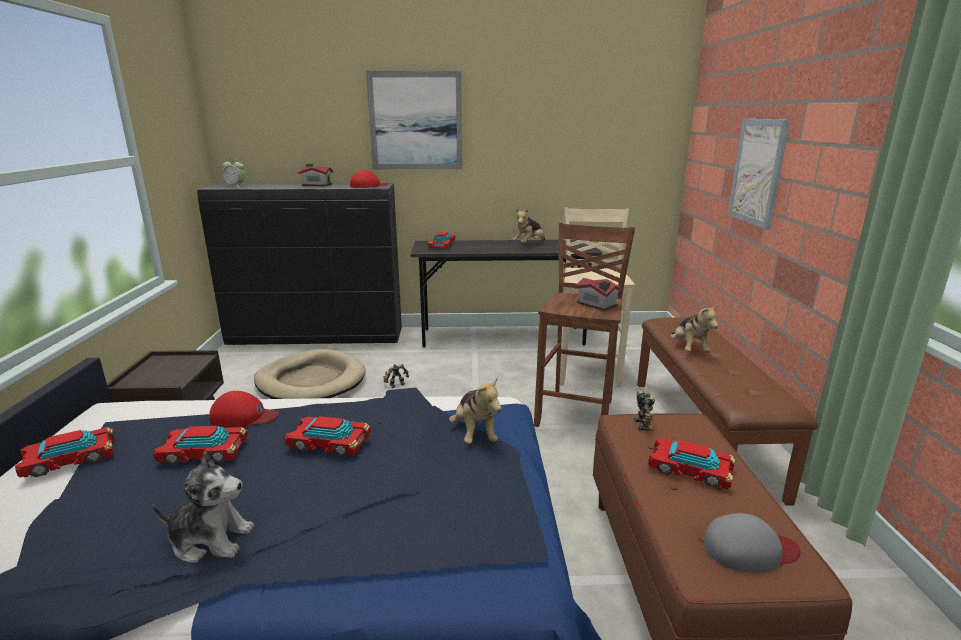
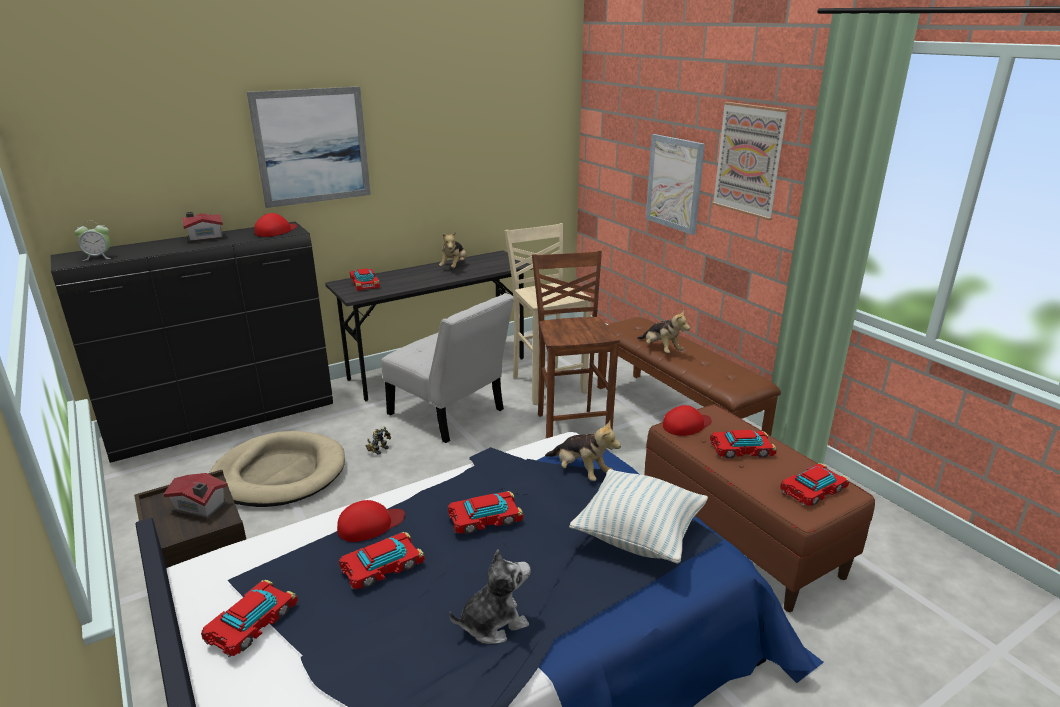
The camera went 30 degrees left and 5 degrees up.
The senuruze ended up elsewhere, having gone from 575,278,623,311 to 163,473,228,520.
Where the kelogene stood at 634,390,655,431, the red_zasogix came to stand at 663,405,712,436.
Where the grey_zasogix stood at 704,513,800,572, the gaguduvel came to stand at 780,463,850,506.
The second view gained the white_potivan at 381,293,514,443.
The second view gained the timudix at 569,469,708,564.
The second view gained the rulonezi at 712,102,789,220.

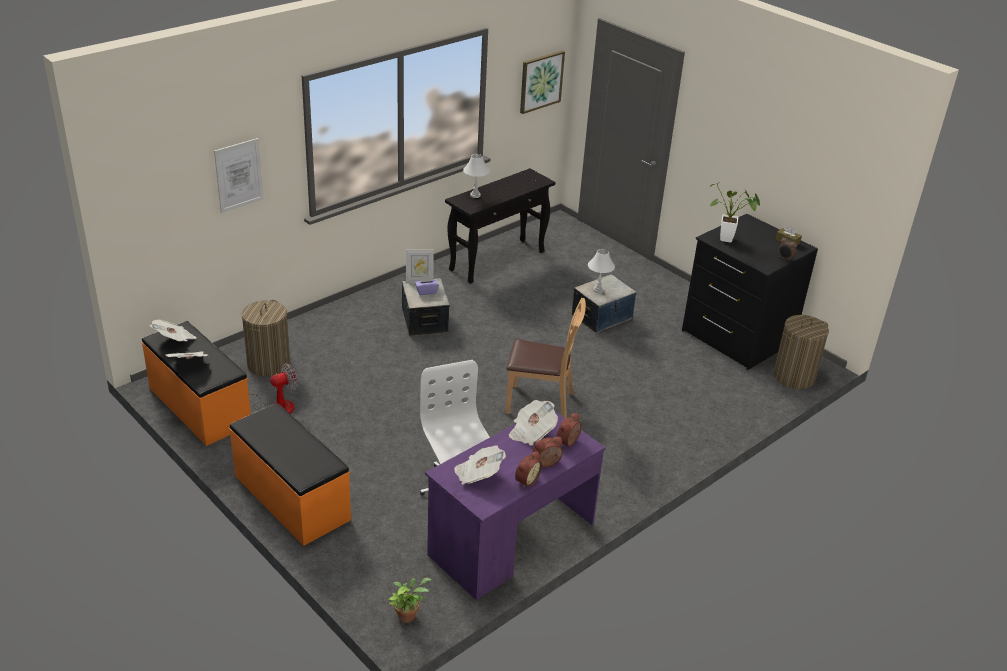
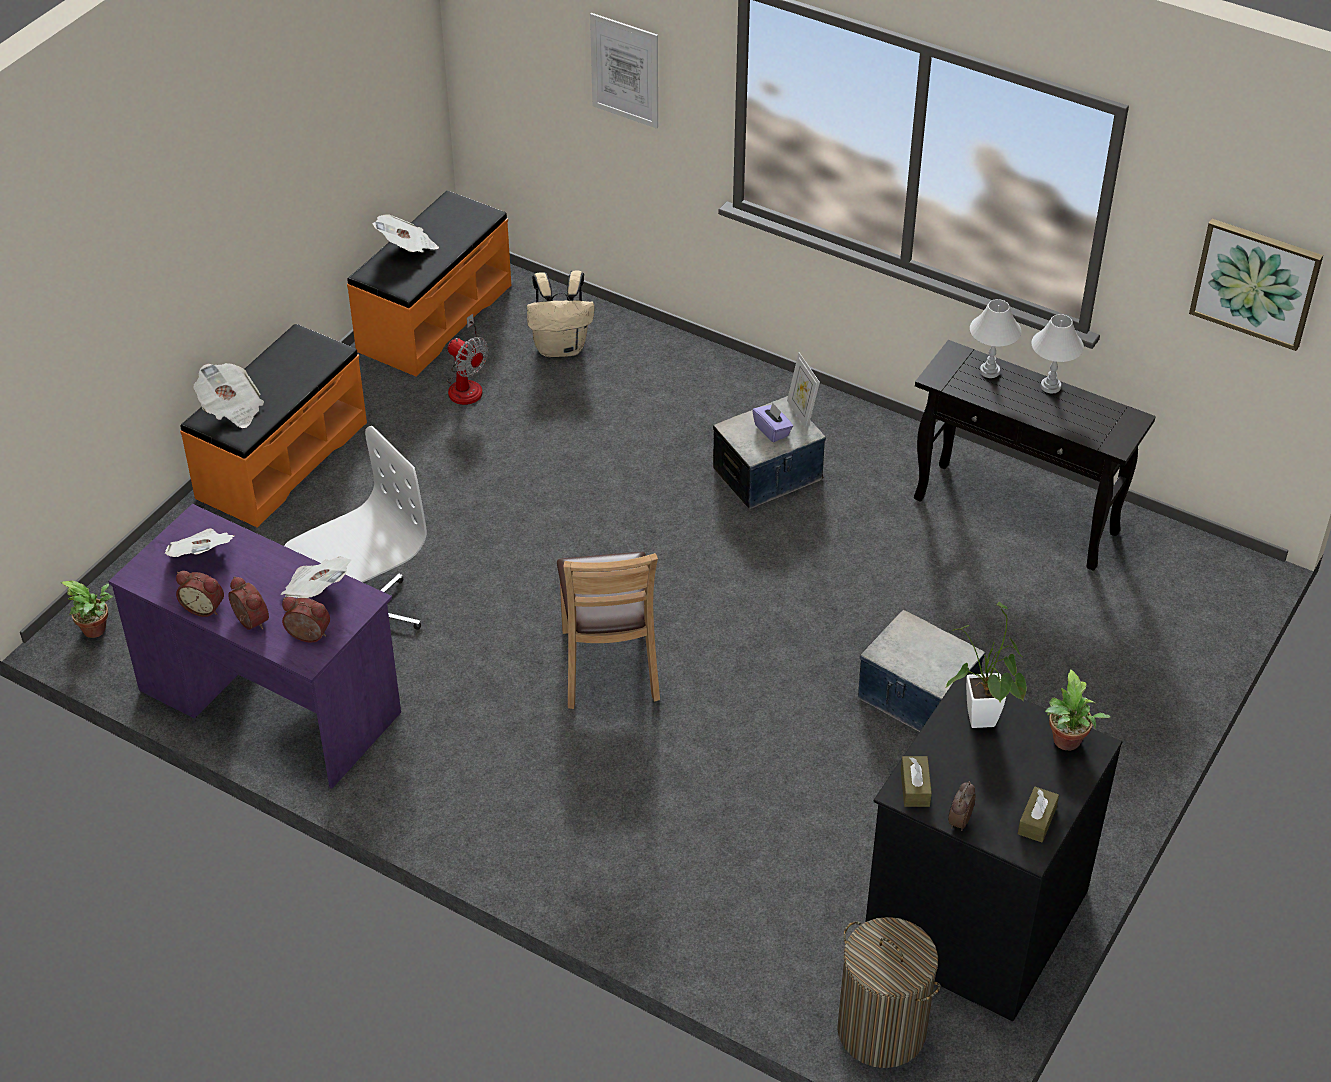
The camera went 75 degrees right and 10 degrees up.
The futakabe ended up elsewhere, having gone from 150,319,197,341 to 194,363,264,428.
Where the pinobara stood at 242,300,290,377, the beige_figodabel came to stand at 527,270,595,357.
The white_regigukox ended up elsewhere, having gone from 588,249,615,293 to 1031,314,1084,394.
The second view gained the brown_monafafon at 901,756,932,807.
The second view gained the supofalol at 1045,670,1110,750.

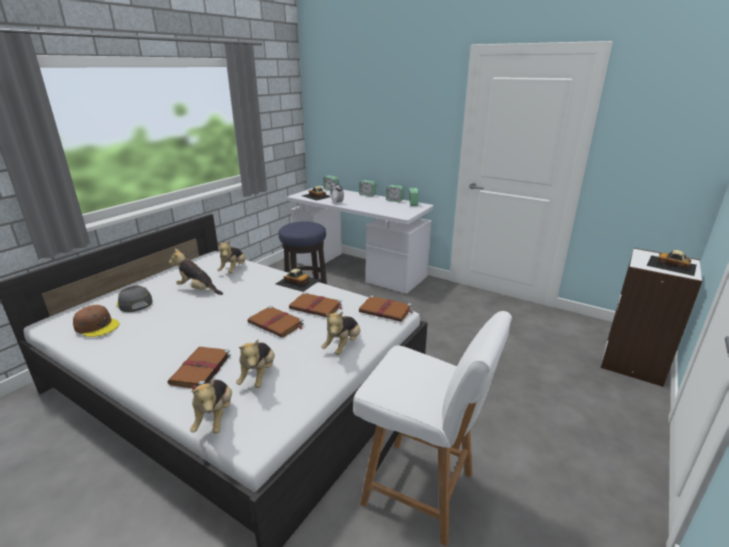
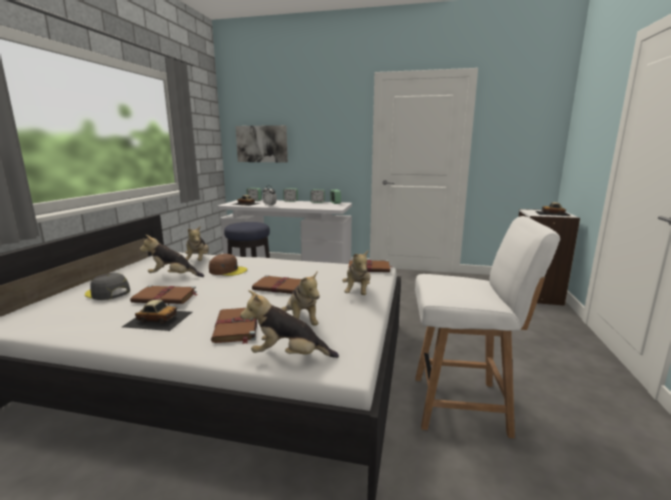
The camera went 20 degrees left and 10 degrees down.
The brown_zasogix ended up elsewhere, having gone from 73,305,119,337 to 209,254,247,276.
The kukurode at 190,380,232,434 ended up facing another way, 120 degrees clockwise from before.
The gaguduvel ended up elsewhere, having gone from 276,268,320,292 to 122,299,192,331.
The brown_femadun ended up elsewhere, having gone from 289,292,343,317 to 130,285,198,304.
The second view gained the rulonezi at 235,125,288,162.

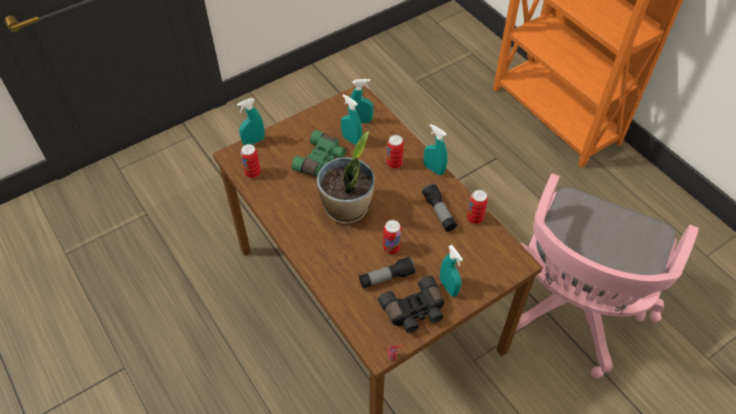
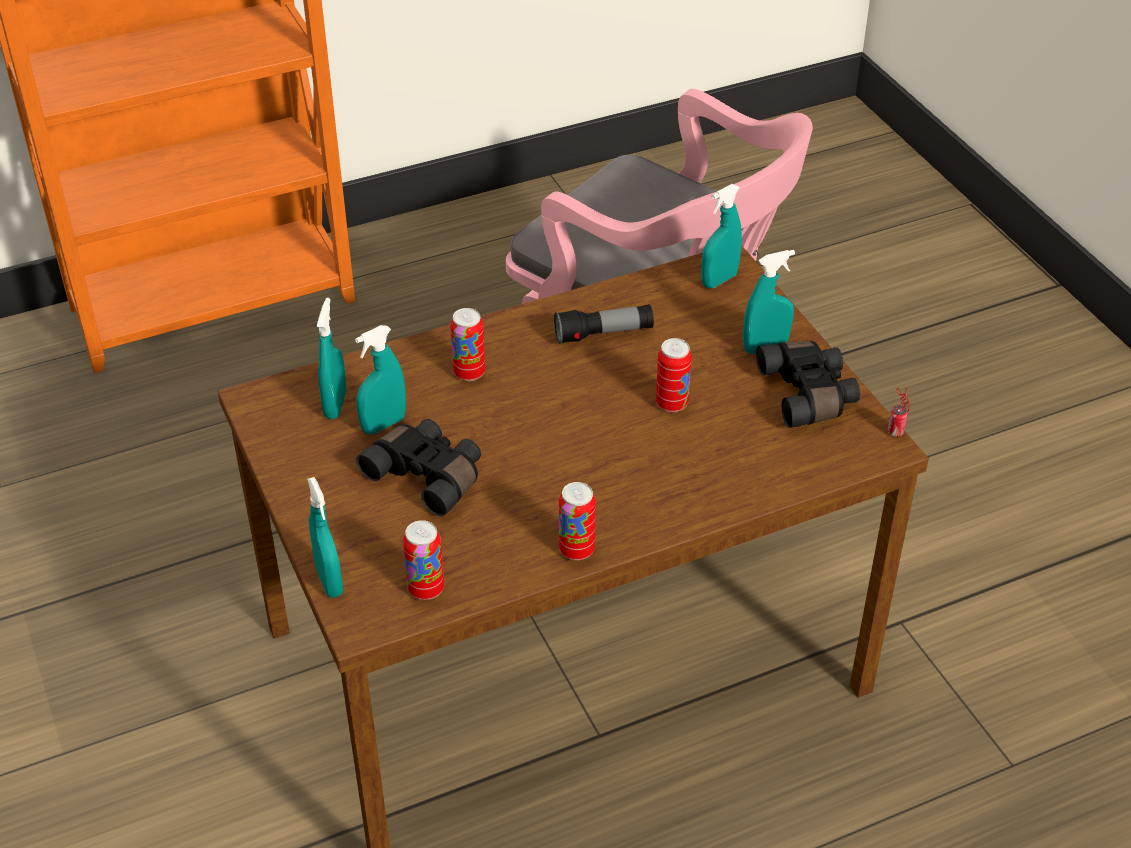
The camera went 80 degrees left and 10 degrees down.
What was the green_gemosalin at 291,130,346,177 turned into the black_gemosalin at 356,419,481,516.
The second view lost the supofalol at 317,131,375,224.
The second view lost the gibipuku at 359,256,416,289.
The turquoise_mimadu ended up elsewhere, having gone from 424,124,448,175 to 701,184,742,288.
The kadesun ended up elsewhere, having gone from 467,190,488,224 to 559,482,596,560.

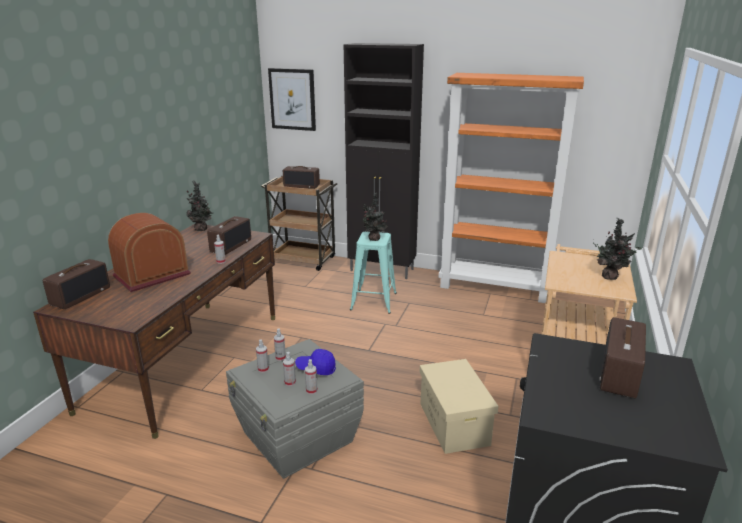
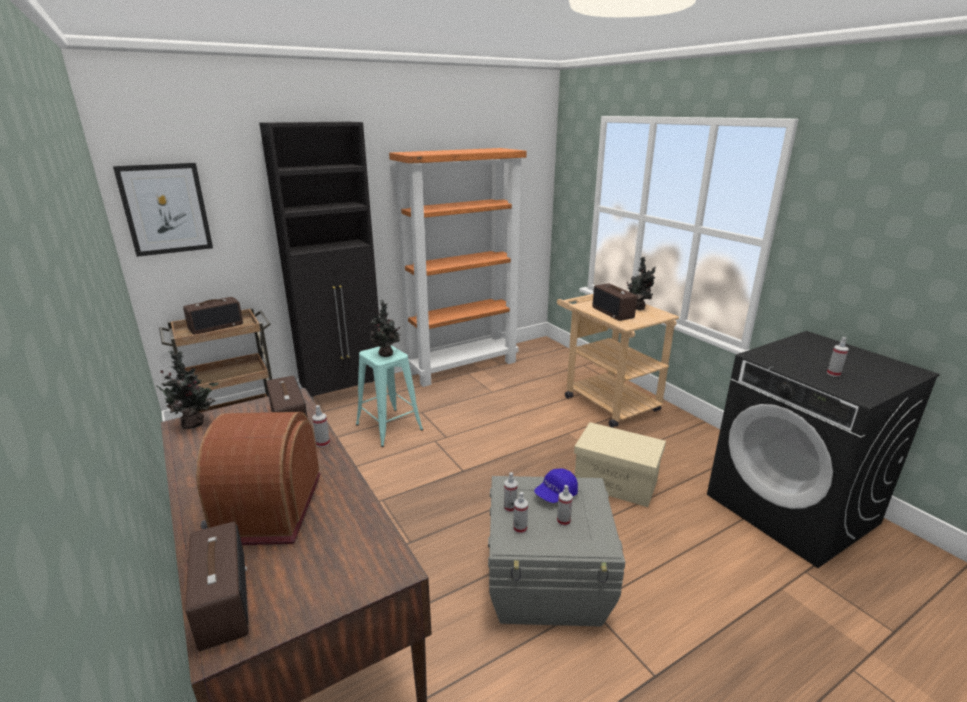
The camera went 50 degrees left and 0 degrees up.
The mimadu ended up elsewhere, having gone from 305,359,318,394 to 827,337,849,377.
The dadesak ended up elsewhere, having gone from 599,317,646,398 to 592,284,637,321.

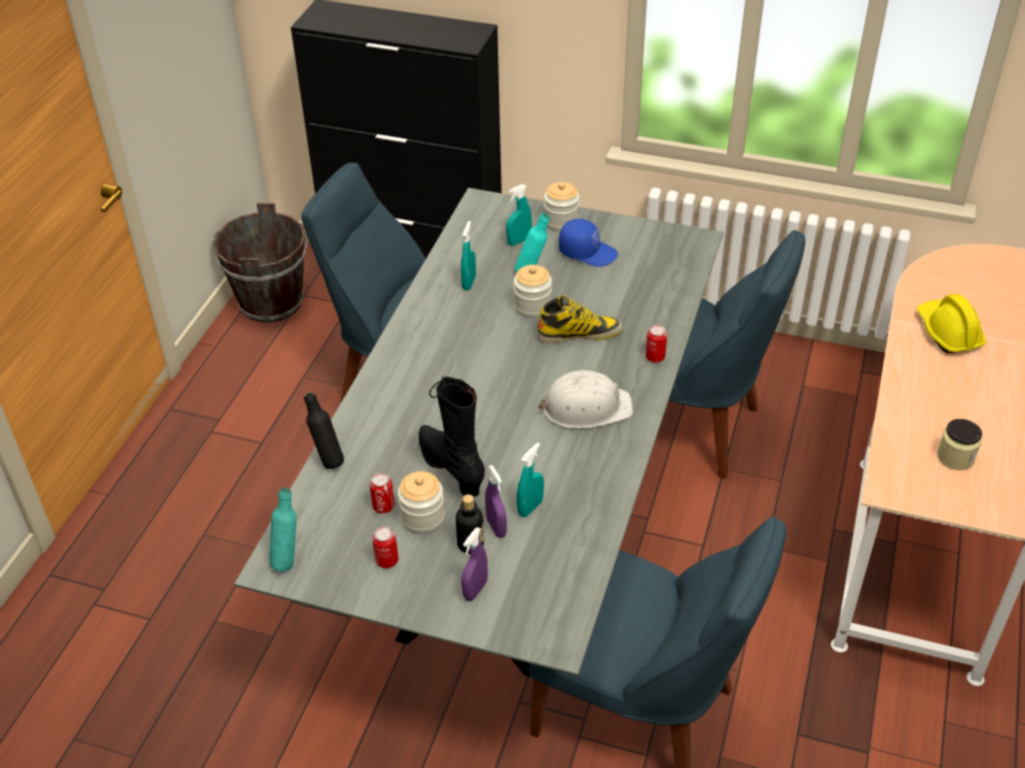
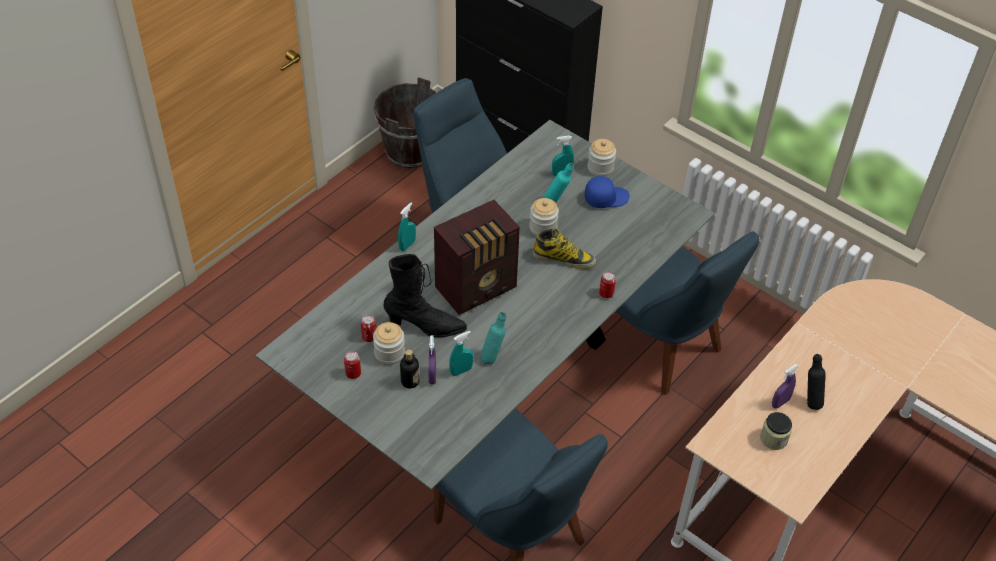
The camera went 20 degrees right and 5 degrees up.
The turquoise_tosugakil ended up elsewhere, having gone from 270,488,297,572 to 480,312,506,365.
The black_tosugakil ended up elsewhere, having gone from 304,392,344,469 to 807,354,826,410.
The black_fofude at 419,376,485,497 ended up facing another way, 105 degrees clockwise from before.
The turquoise_mimadu ended up elsewhere, having gone from 461,221,476,290 to 398,203,416,251.
The purple_mimadu ended up elsewhere, having gone from 461,527,488,601 to 772,364,798,409.
The second view lost the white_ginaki at 538,370,633,429.
The blue_zasogix at 559,219,618,267 ended up facing another way, 60 degrees counterclockwise from before.
The second view lost the yellow_ginaki at 917,294,986,353.
The second view gained the dadesak at 434,200,520,315.

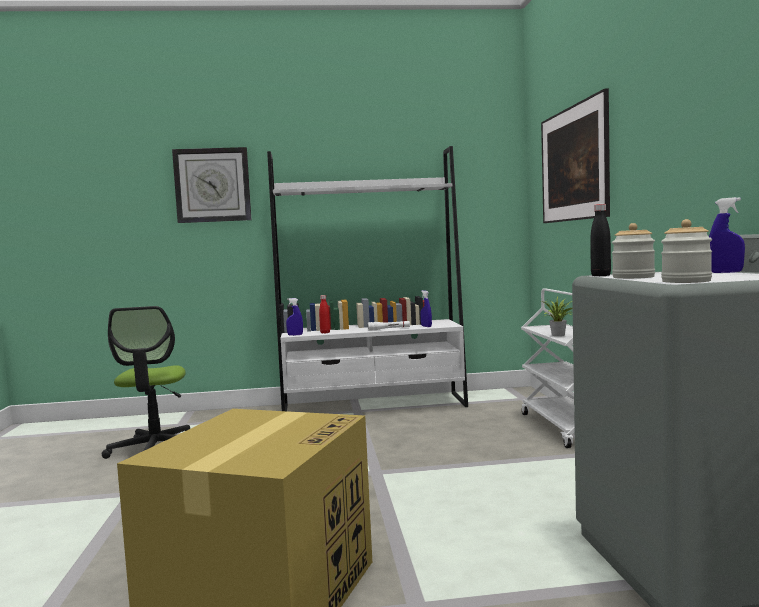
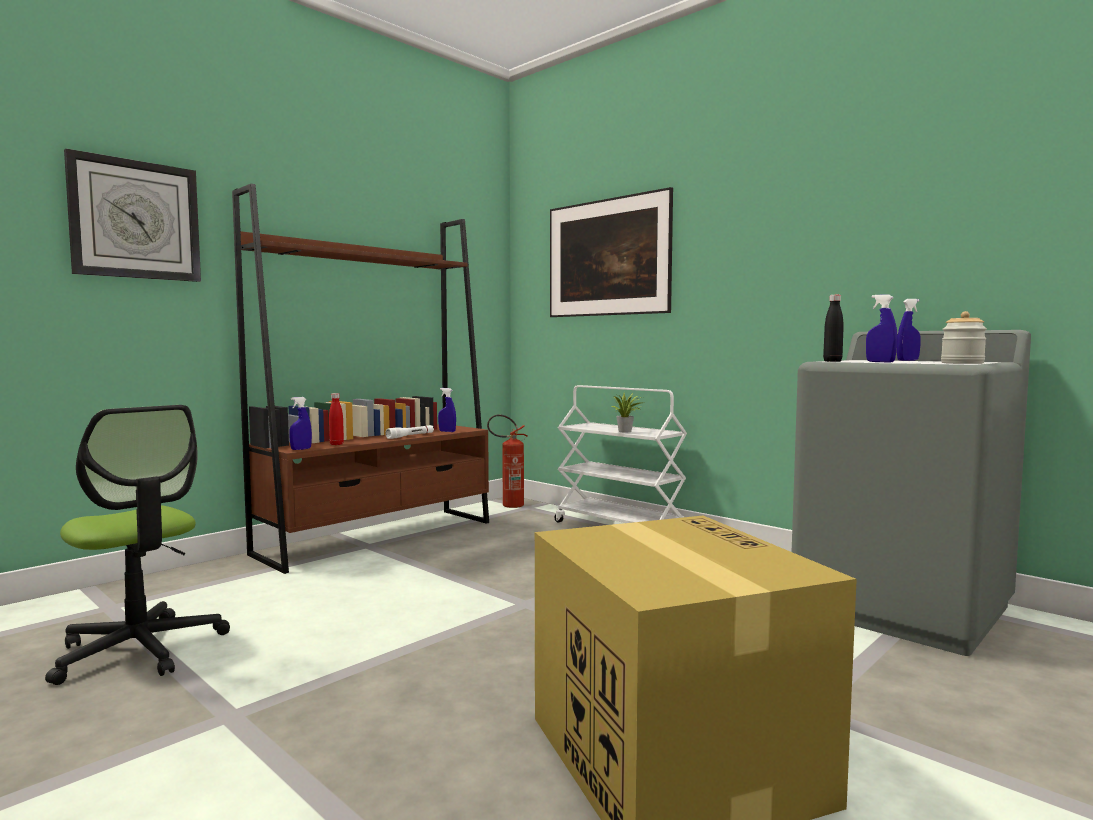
The camera went 40 degrees left and 0 degrees up.
What was the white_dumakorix at 267,146,468,411 turned into the brown_dumakorix at 232,184,489,574.
Where the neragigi stood at 612,223,655,279, the blue_mimadu came to stand at 866,294,898,362.
The second view gained the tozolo at 487,414,527,508.

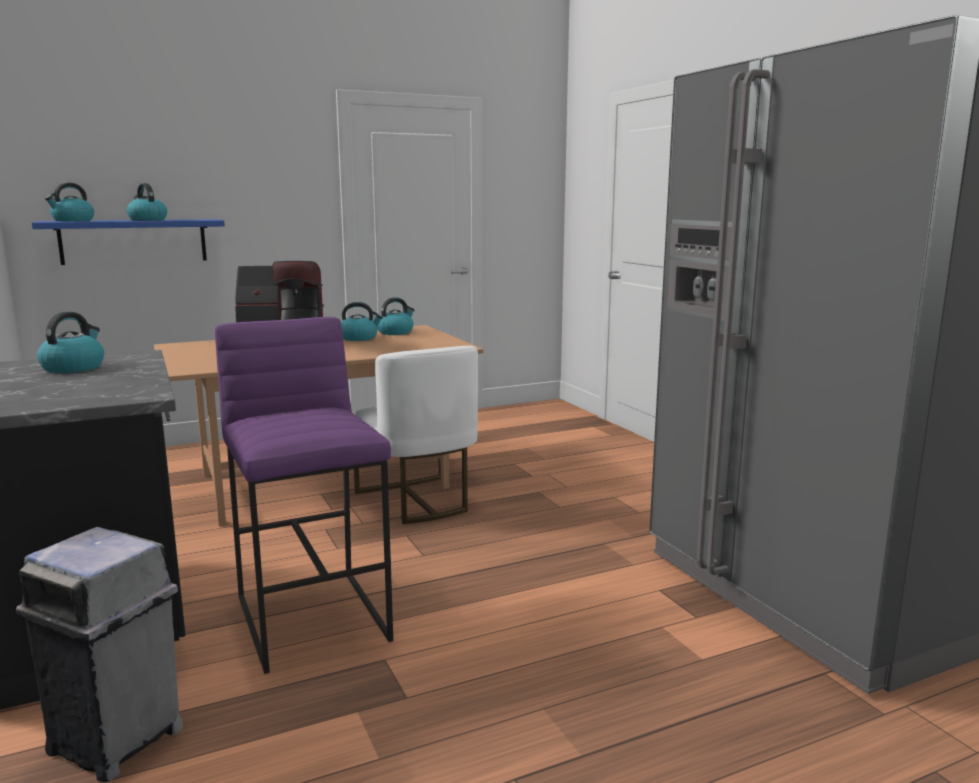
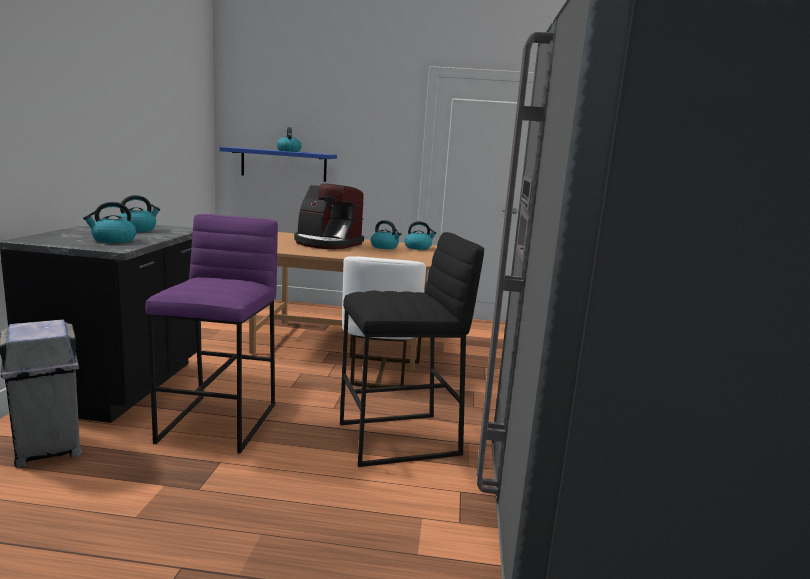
The camera went 30 degrees right and 0 degrees up.
The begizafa ended up elsewhere, having gone from 45,183,94,221 to 83,202,136,243.
The second view gained the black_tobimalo at 340,232,484,467.

